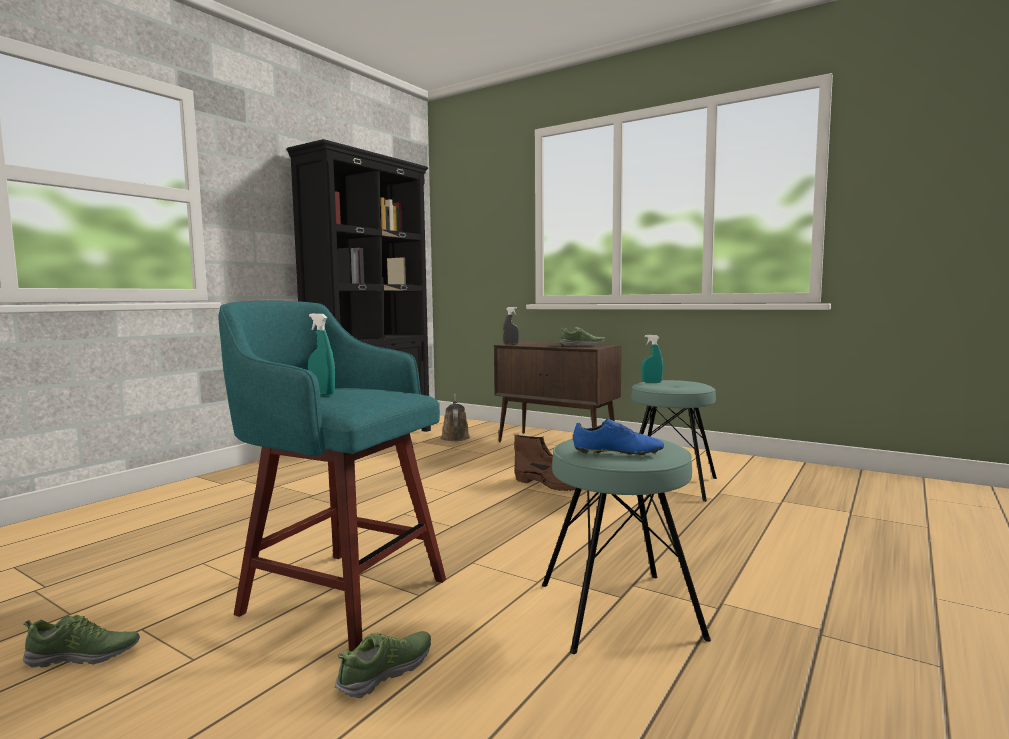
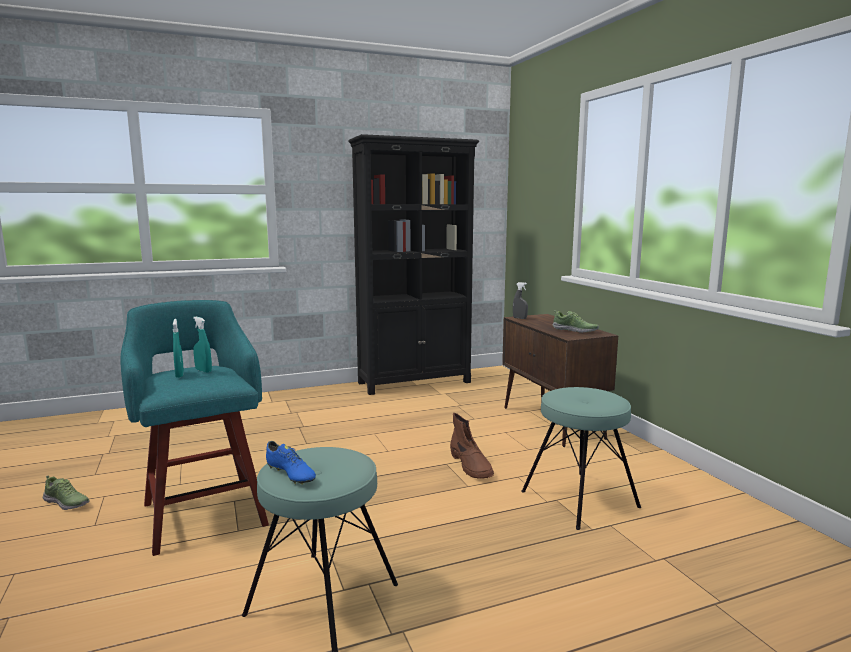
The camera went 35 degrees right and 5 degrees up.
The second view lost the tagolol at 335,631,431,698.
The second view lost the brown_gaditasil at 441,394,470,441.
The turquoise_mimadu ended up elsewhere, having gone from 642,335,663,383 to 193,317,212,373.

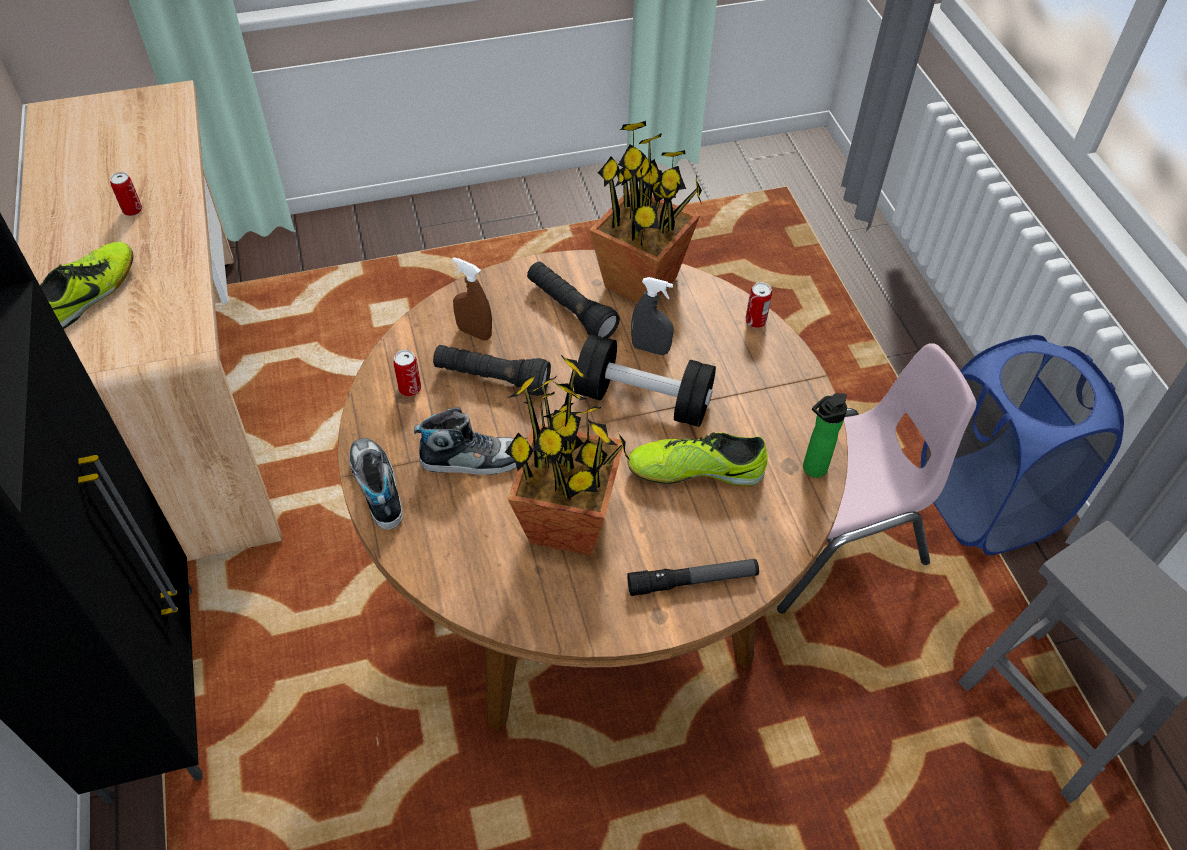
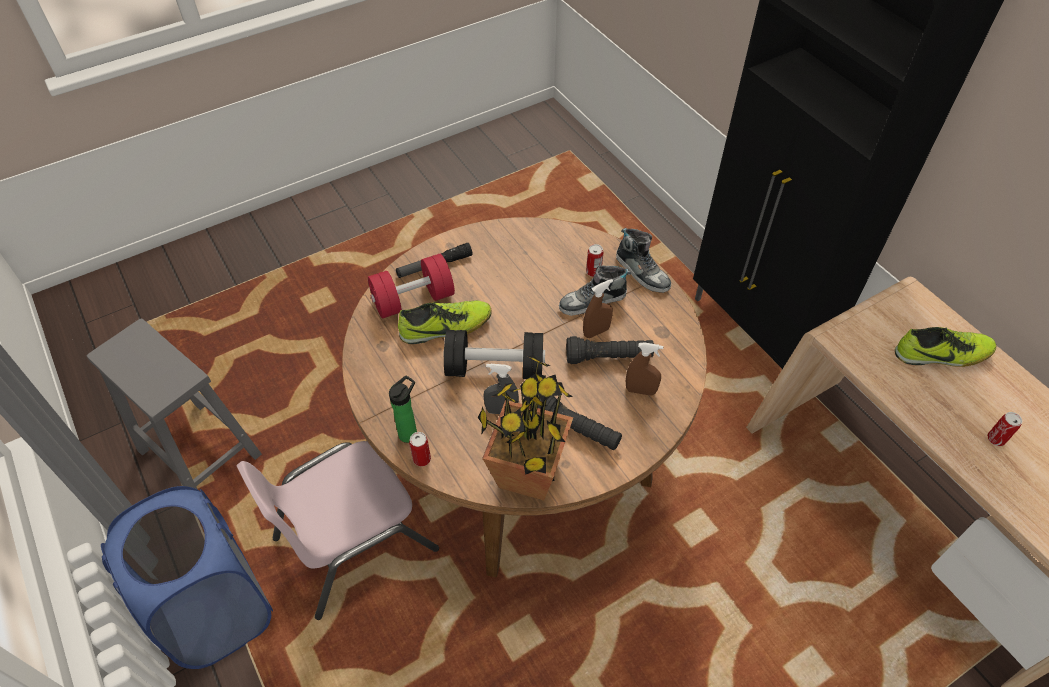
The camera went 165 degrees right and 0 degrees up.
The tagolol at 40,241,134,329 ended up facing another way, 105 degrees counterclockwise from before.
The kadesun ended up elsewhere, having gone from 393,350,421,396 to 586,244,604,277.
The second view lost the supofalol at 505,354,631,556.
The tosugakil ended up elsewhere, having gone from 803,393,847,478 to 389,376,417,443.
The second view gained the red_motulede at 368,254,455,319.
The second view gained the brown_mimadu at 583,279,613,338.

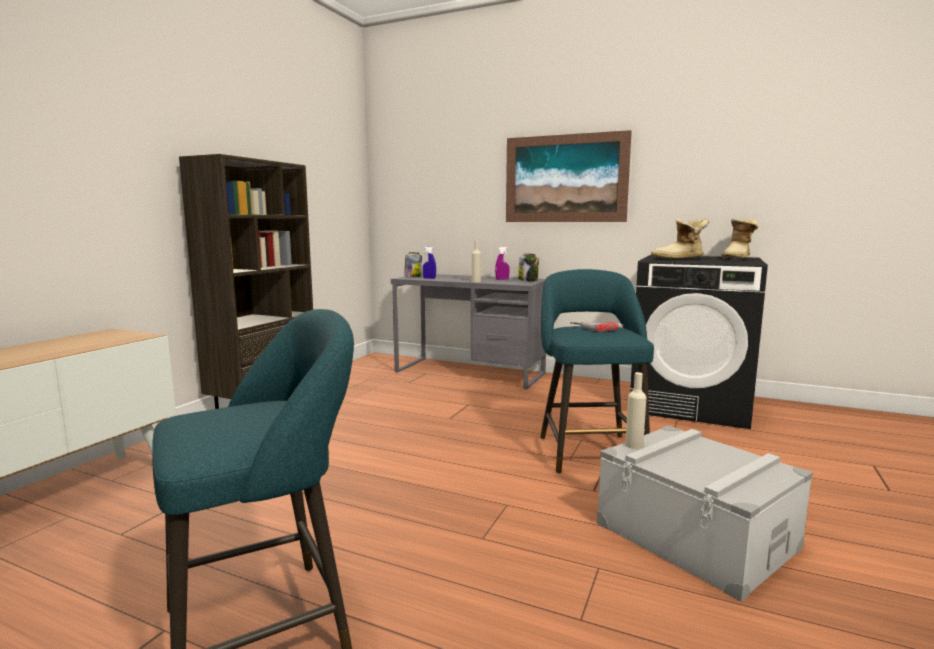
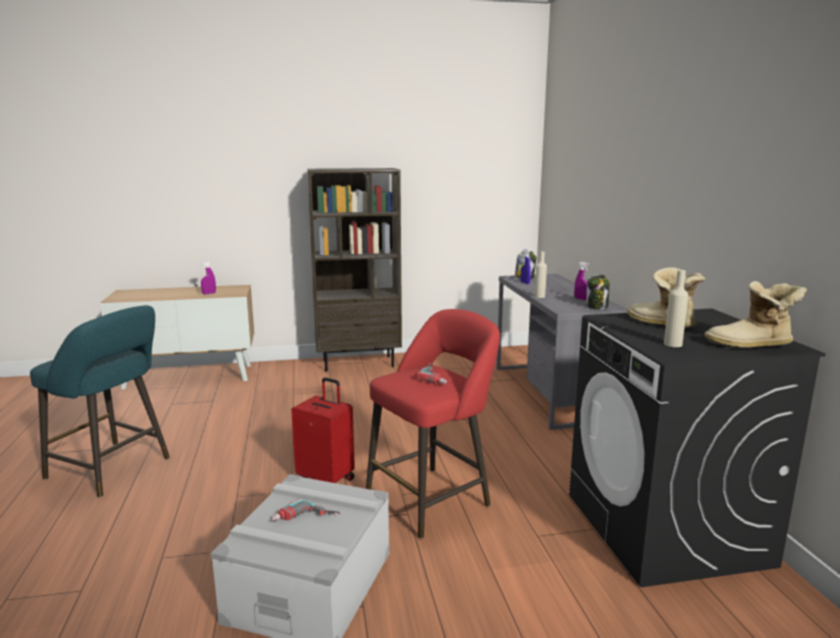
The camera went 55 degrees right and 5 degrees up.
The second view lost the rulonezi at 506,130,632,222.
What was the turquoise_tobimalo at 540,269,654,474 turned into the red_tobimalo at 366,309,500,539.
The beige_tosugakil ended up elsewhere, having gone from 625,372,646,449 to 664,270,688,347.
The second view gained the purple_mimadu at 201,261,216,294.
The second view gained the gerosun at 271,498,340,521.
The second view gained the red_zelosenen at 291,377,355,483.

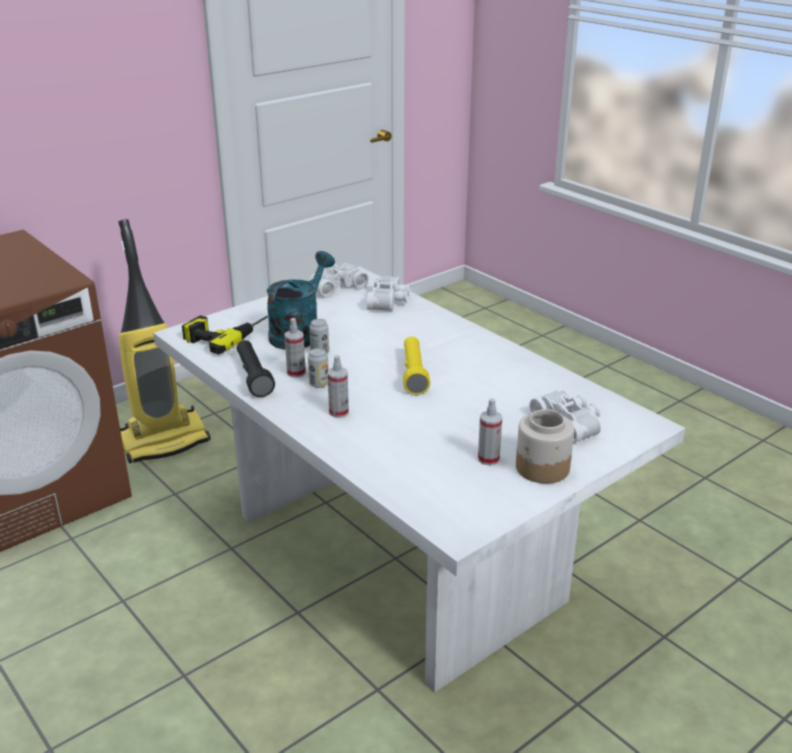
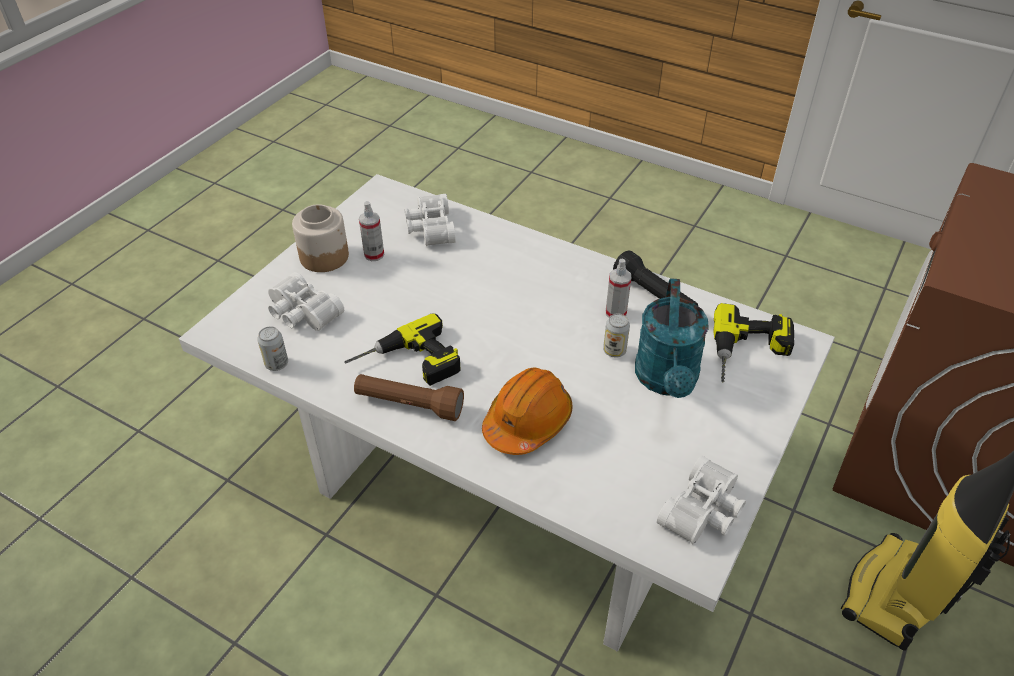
The camera went 160 degrees right and 15 degrees up.
The kadesun ended up elsewhere, having gone from 308,348,329,388 to 257,326,288,371.
The second view lost the mimadu at 328,355,349,418.
The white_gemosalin ended up elsewhere, having gone from 367,275,411,311 to 405,194,456,246.
The second view lost the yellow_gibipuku at 403,336,430,395.
The second view gained the gerosun at 344,313,461,386.
The second view gained the brown_gibipuku at 354,374,464,421.
The second view gained the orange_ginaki at 482,367,573,455.

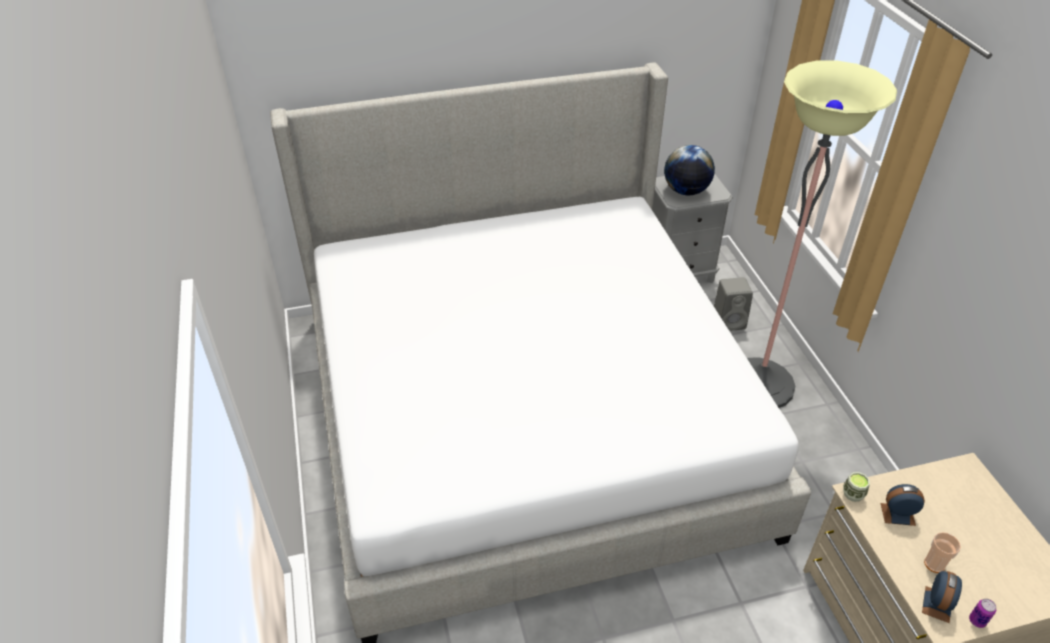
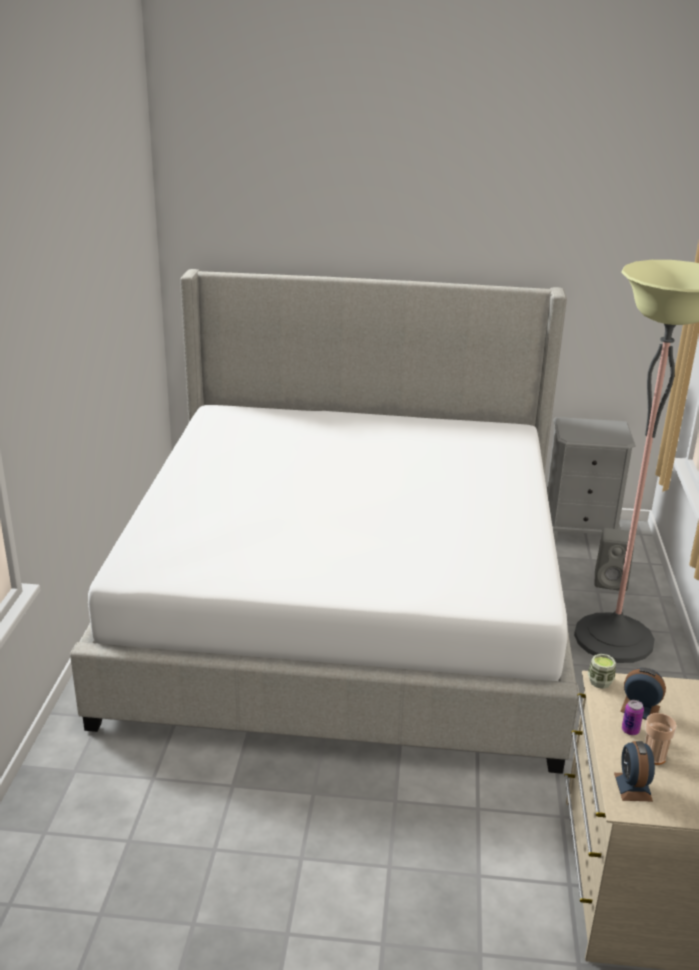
The camera went 20 degrees right and 15 degrees down.
The second view lost the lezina at 664,145,715,195.
The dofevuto at 922,571,962,623 ended up facing another way, 135 degrees clockwise from before.
The kadesun ended up elsewhere, having gone from 969,599,996,628 to 622,700,644,735.

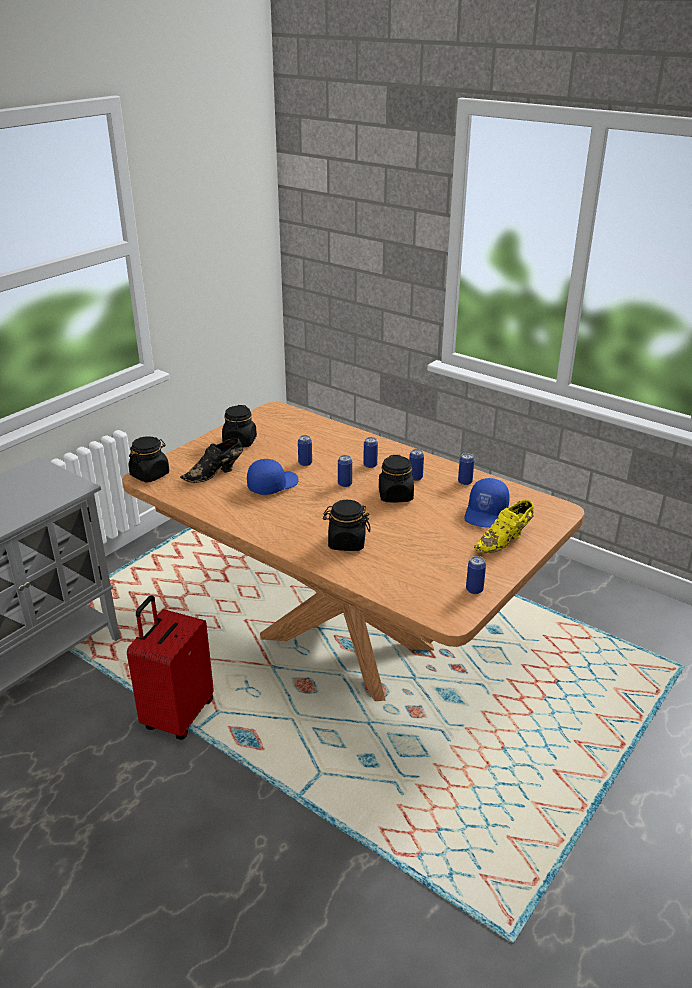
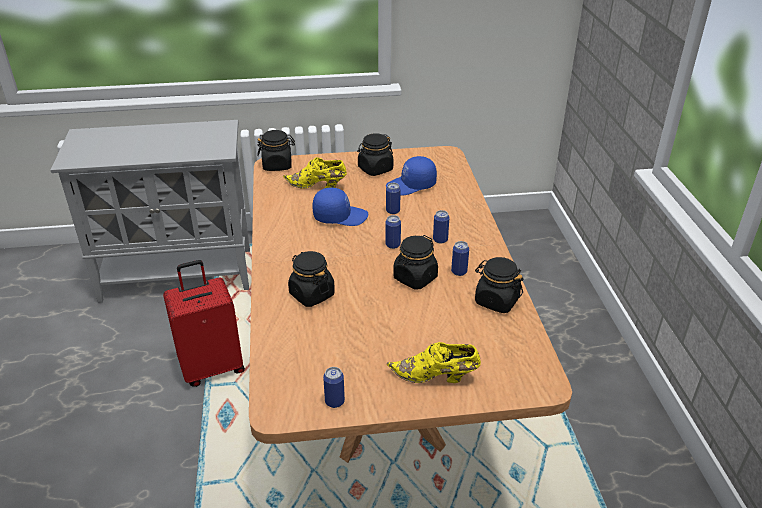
The camera went 45 degrees right and 5 degrees up.
What was the black_tagolol at 180,438,243,483 turned into the yellow_tagolol at 283,157,347,189.
Where the kadesun stood at 458,453,474,485, the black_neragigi came to stand at 475,257,524,313.
The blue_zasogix ended up elsewhere, having gone from 464,478,510,528 to 386,156,437,196.

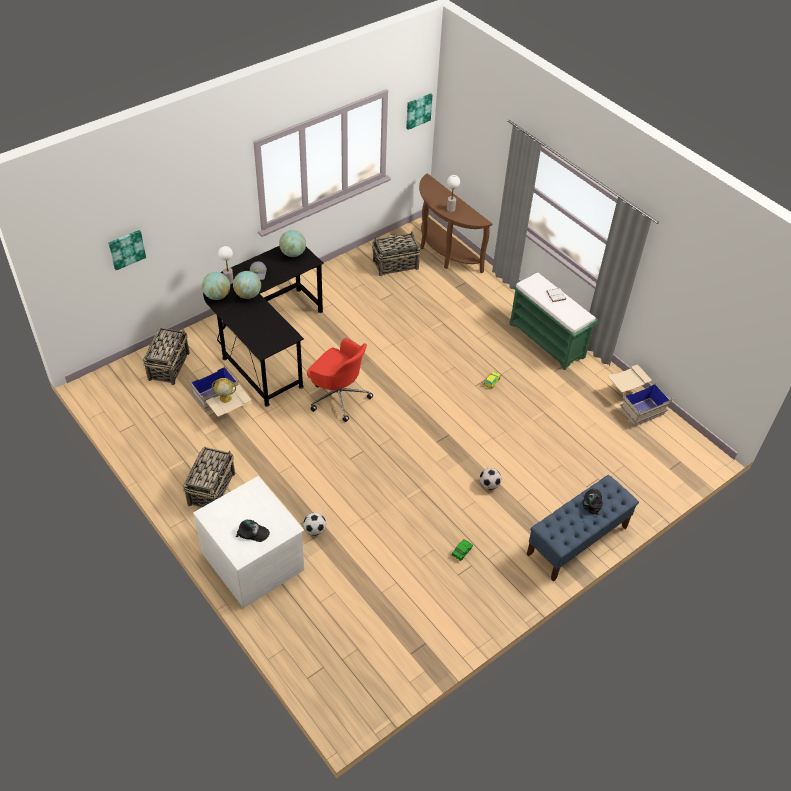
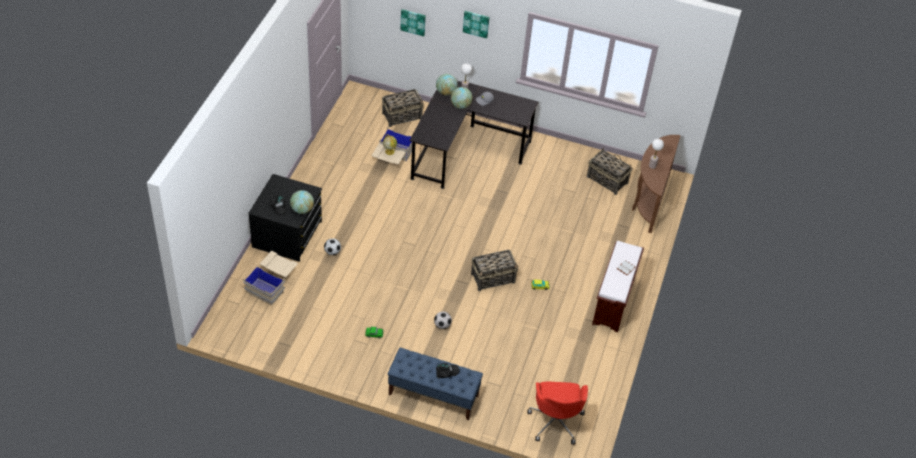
The camera went 55 degrees right and 0 degrees up.
The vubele ended up elsewhere, having gone from 183,447,235,507 to 471,250,518,291.
What was the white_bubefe at 193,476,304,608 turned into the black_bubefe at 248,174,322,262.
The lezina ended up elsewhere, having gone from 279,230,306,257 to 290,190,314,214.
The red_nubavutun ended up elsewhere, having gone from 307,338,373,422 to 527,382,588,444.
The rulonezi ended up elsewhere, having gone from 406,93,432,130 to 463,11,489,39.
What was the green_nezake at 509,272,598,370 turned into the brown_nezake at 592,241,644,332.
The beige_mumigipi ended up elsewhere, having gone from 608,365,672,426 to 243,251,298,305.

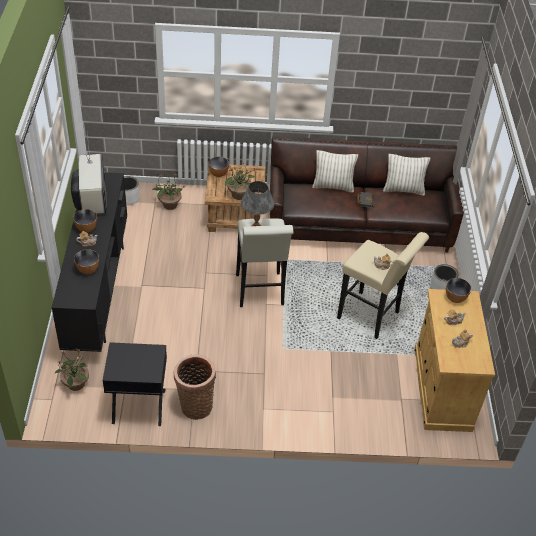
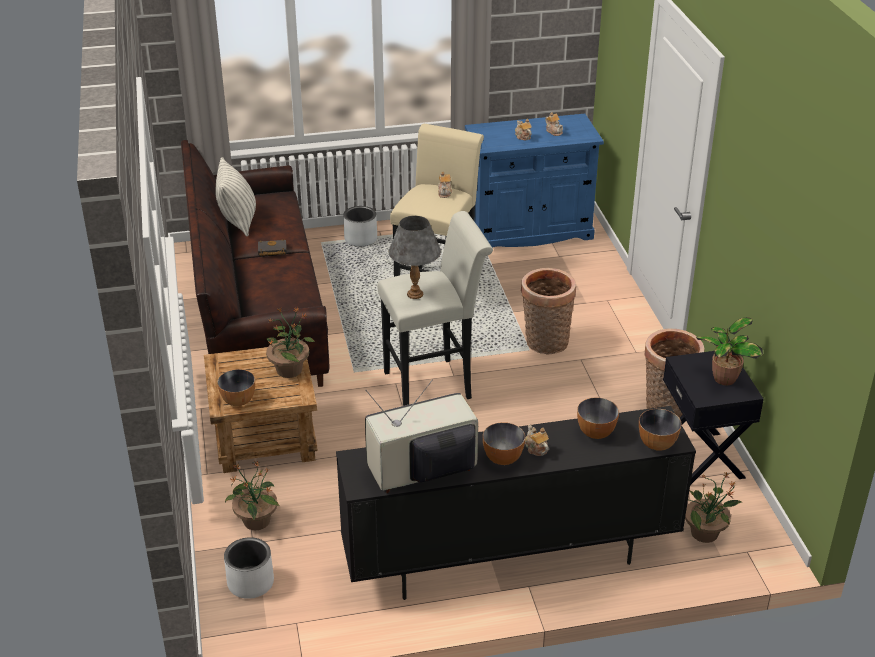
The camera went 100 degrees left and 10 degrees down.
The second view lost the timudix at 312,150,358,193.
What was the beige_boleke at 414,289,495,432 turned into the blue_boleke at 465,114,604,248.
The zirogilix ended up elsewhere, having gone from 446,278,471,303 to 639,409,682,451.
The second view gained the vubele at 521,268,576,354.
The second view gained the supofalol at 696,317,763,386.

